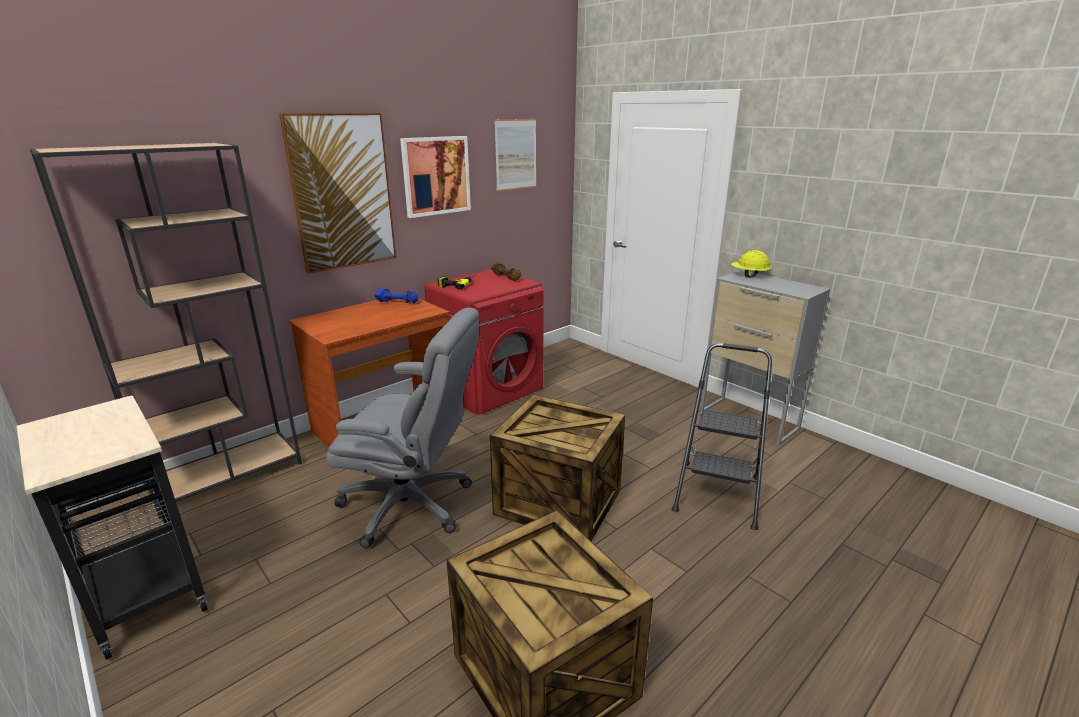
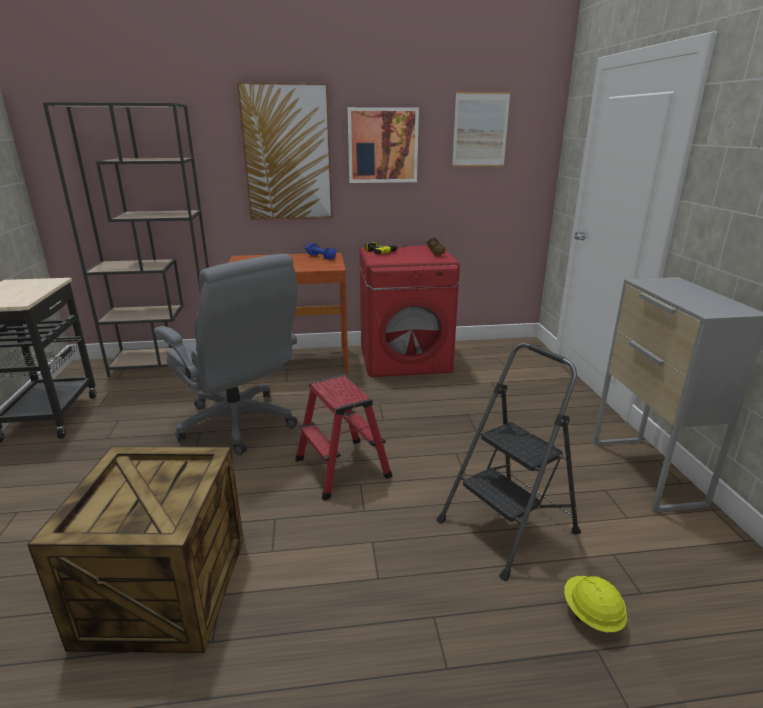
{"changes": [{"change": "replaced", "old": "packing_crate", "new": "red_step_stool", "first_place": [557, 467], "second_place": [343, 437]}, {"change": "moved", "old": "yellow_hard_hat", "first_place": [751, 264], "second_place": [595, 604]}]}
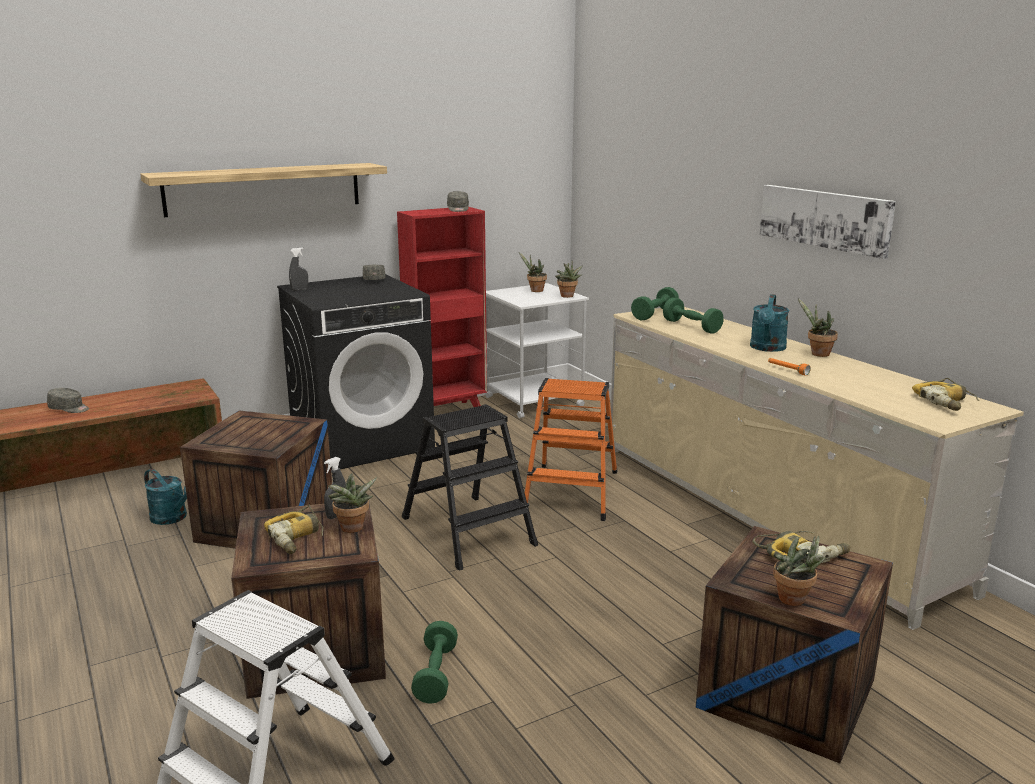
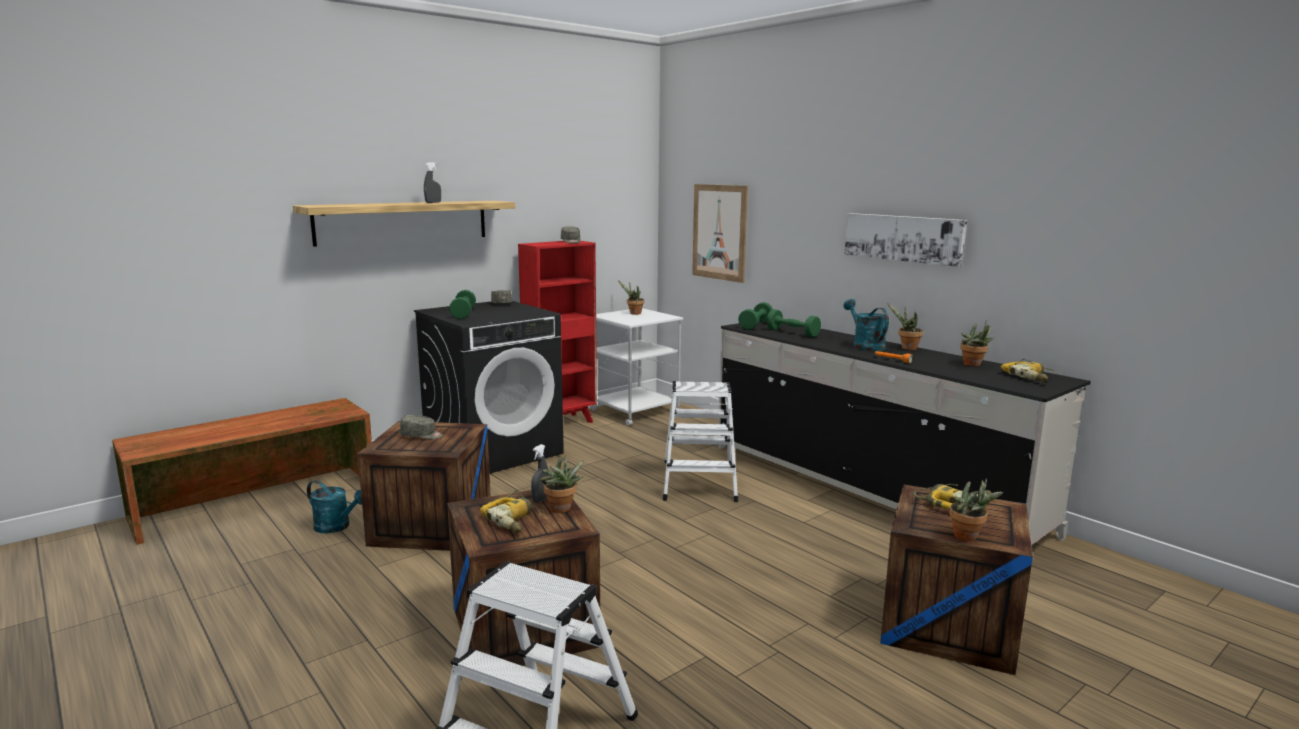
{"changes": [{"change": "moved", "old": "grey_cap", "first_place": [68, 400], "second_place": [421, 427]}, {"change": "moved", "old": "grey_sprayer", "first_place": [298, 269], "second_place": [432, 182]}, {"change": "moved", "old": "green_free_weight", "first_place": [434, 662], "second_place": [462, 304]}, {"change": "recoloured", "old": "orange_step_stool", "new": "white-coloured_step_stool", "first_place": [571, 449], "second_place": [700, 441]}, {"change": "added", "new": "wall_picture", "second_place": [720, 233]}, {"change": "recoloured", "old": "sand-coloured_cupboard", "new": "black-coloured_cupboard", "first_place": [817, 468], "second_place": [904, 433]}, {"change": "turned", "old": "turquoise-coloured_sprinkling_can", "first_place": [769, 323], "second_place": [866, 325], "degrees": 150}, {"change": "moved", "old": "houseplant", "first_place": [569, 279], "second_place": [978, 343]}, {"change": "removed", "old": "black-coloured_step_stool", "first_place": [470, 487]}]}
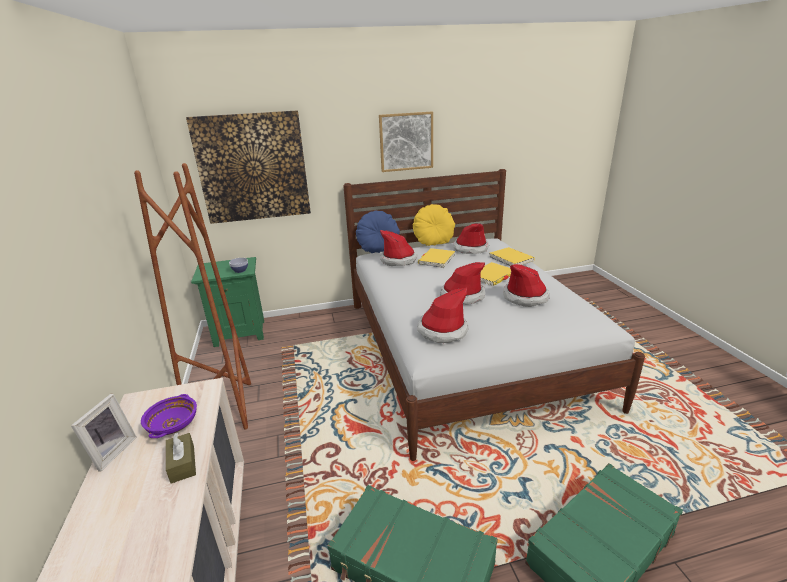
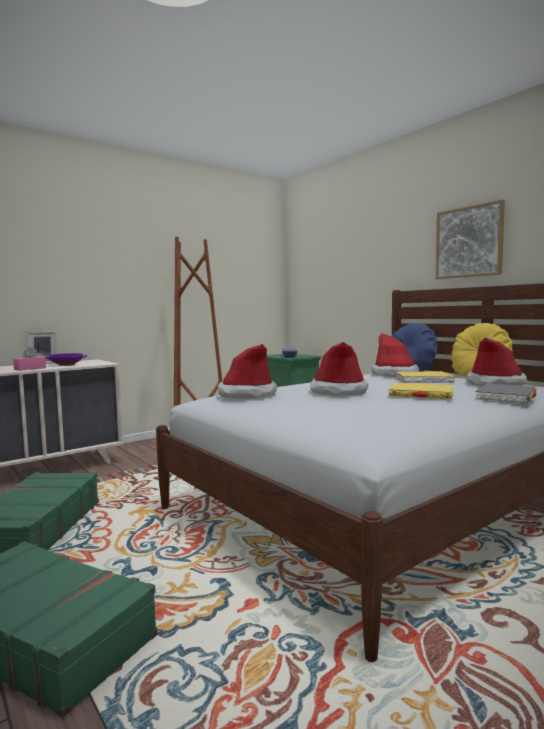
{"changes": [{"change": "recoloured", "old": "brownish_box_of_tissues", "new": "pinkish_box_of_tissues", "first_place": [181, 458], "second_place": [29, 359]}, {"change": "recoloured", "old": "yellow_book", "new": "grey_book", "first_place": [512, 256], "second_place": [506, 393]}, {"change": "removed", "old": "wall_picture", "first_place": [248, 167]}, {"change": "removed", "old": "clothing_hat", "first_place": [526, 285]}]}
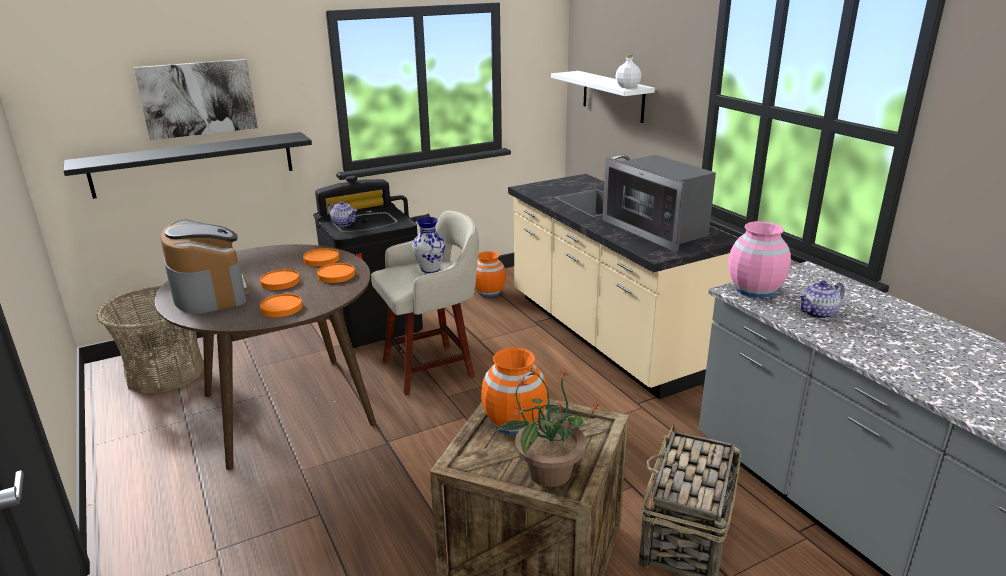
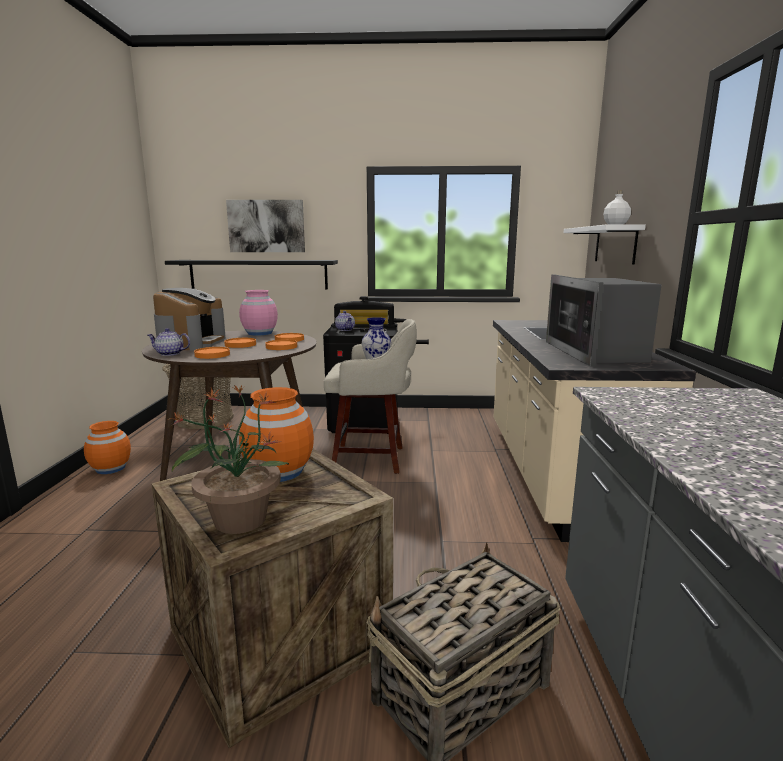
{"changes": [{"change": "moved", "old": "orange_decorative_vase", "first_place": [490, 274], "second_place": [107, 447]}, {"change": "moved", "old": "teapot", "first_place": [822, 299], "second_place": [168, 342]}, {"change": "moved", "old": "pinkish_decorative_vase", "first_place": [759, 259], "second_place": [258, 312]}]}
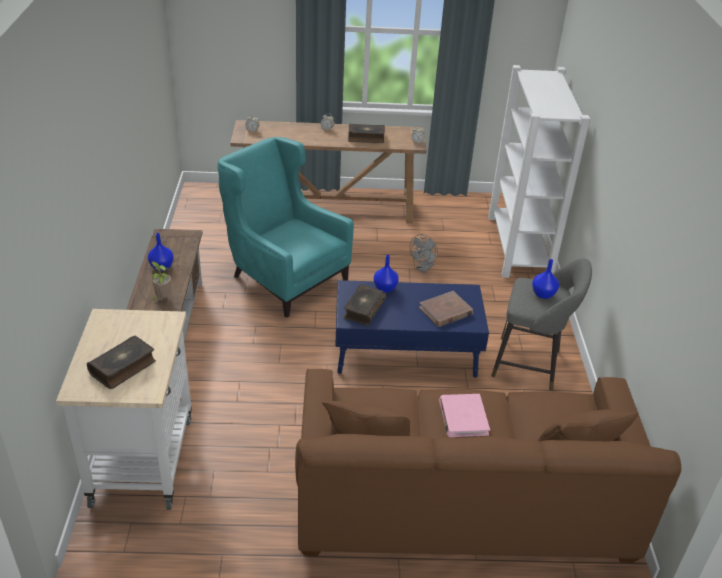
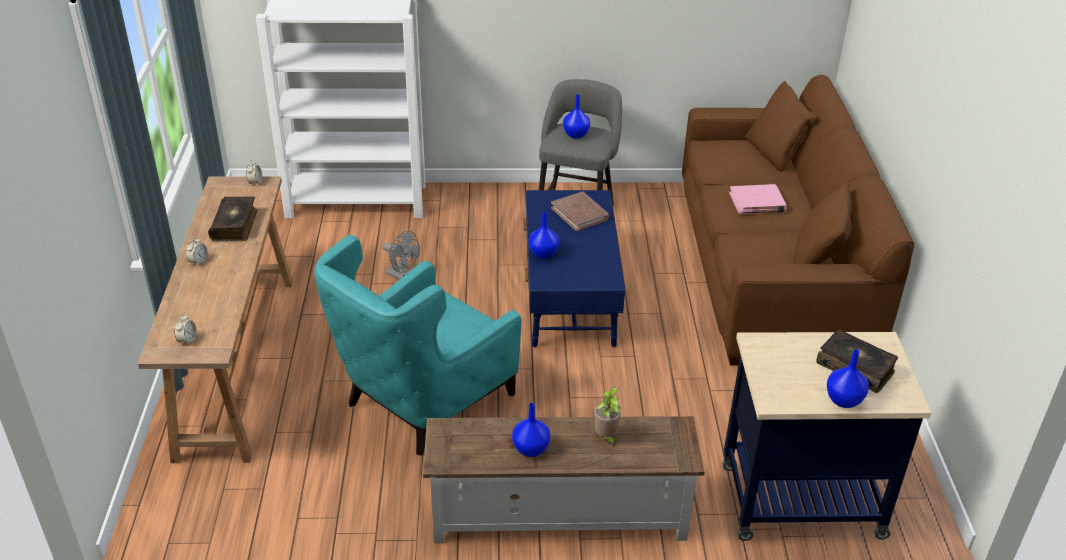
{"changes": [{"change": "recoloured", "old": "white-coloured_wheeled_cart", "new": "blue-coloured_wheeled_cart", "first_place": [124, 409], "second_place": [826, 436]}, {"change": "added", "new": "blue-coloured_decorative_vase", "second_place": [848, 378]}, {"change": "removed", "old": "book", "first_place": [364, 304]}]}
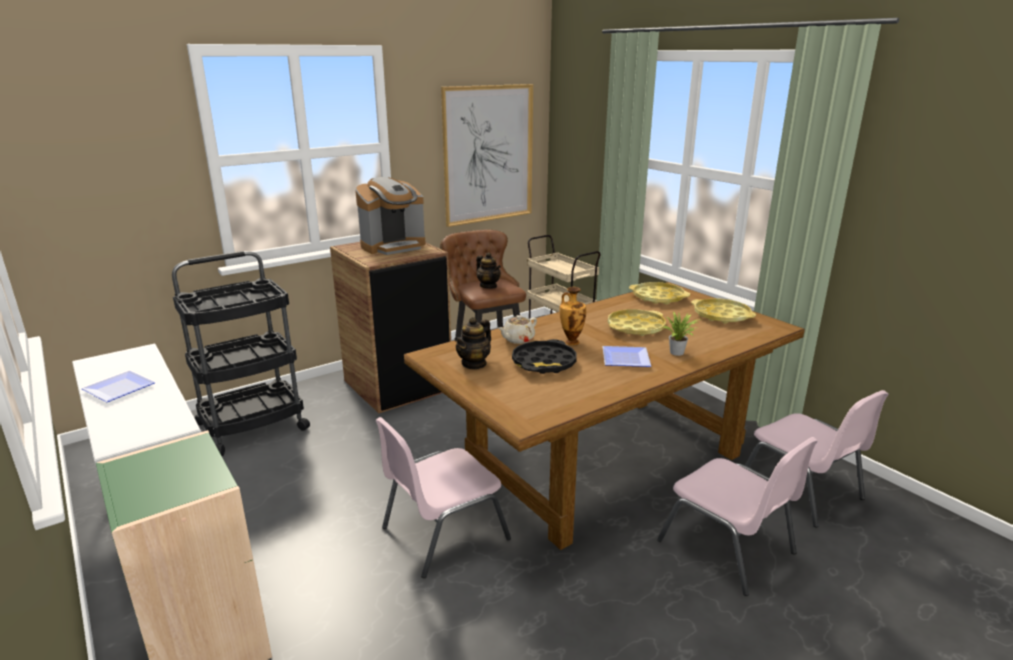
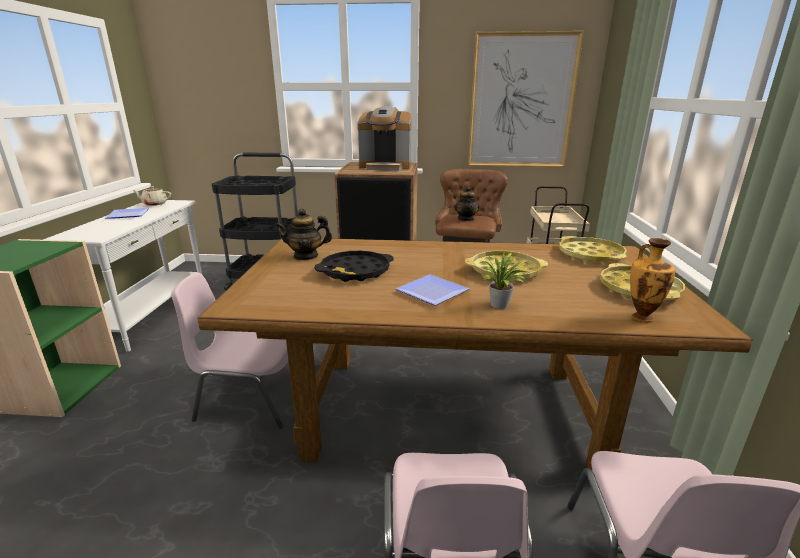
{"changes": [{"change": "moved", "old": "sand-coloured_teapot", "first_place": [517, 329], "second_place": [151, 196]}, {"change": "moved", "old": "decorative_vase", "first_place": [573, 316], "second_place": [653, 280]}]}
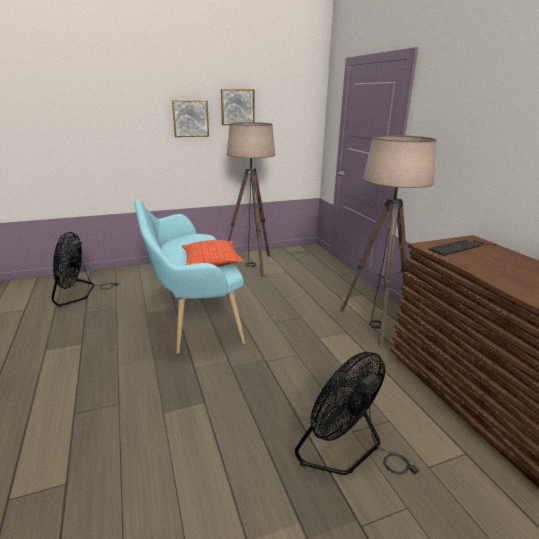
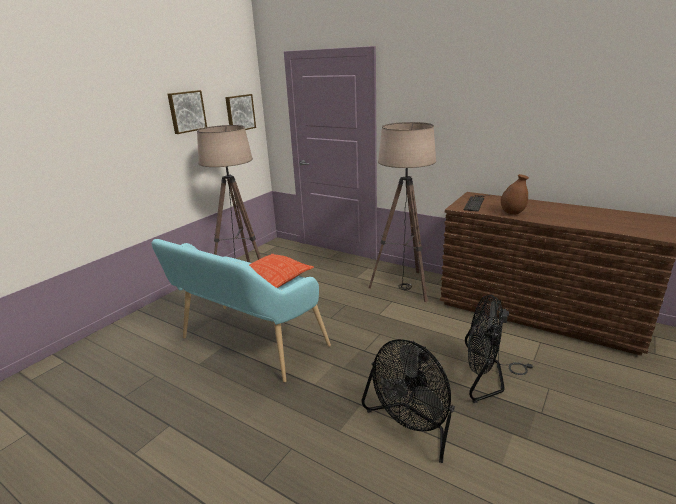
{"changes": [{"change": "moved", "old": "wall_picture", "first_place": [190, 118], "second_place": [240, 112]}, {"change": "moved", "old": "black-coloured_fan", "first_place": [84, 270], "second_place": [408, 401]}, {"change": "added", "new": "brownish_decorative_vase", "second_place": [515, 194]}]}
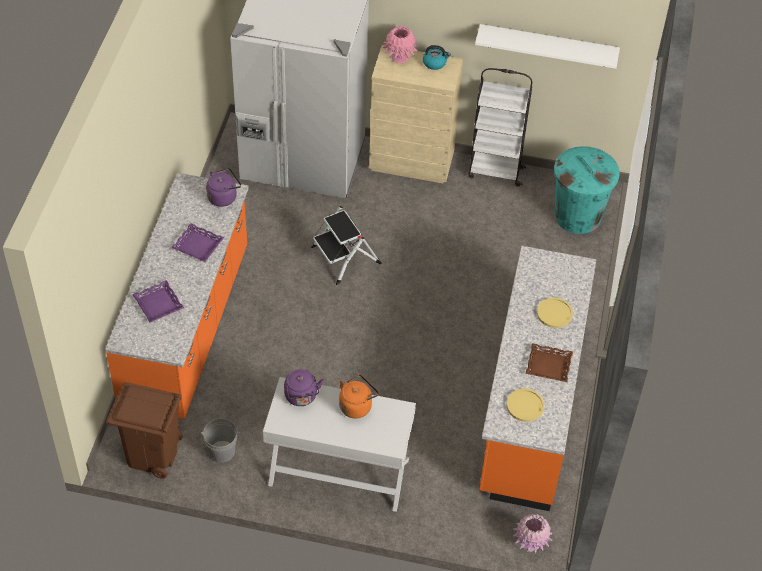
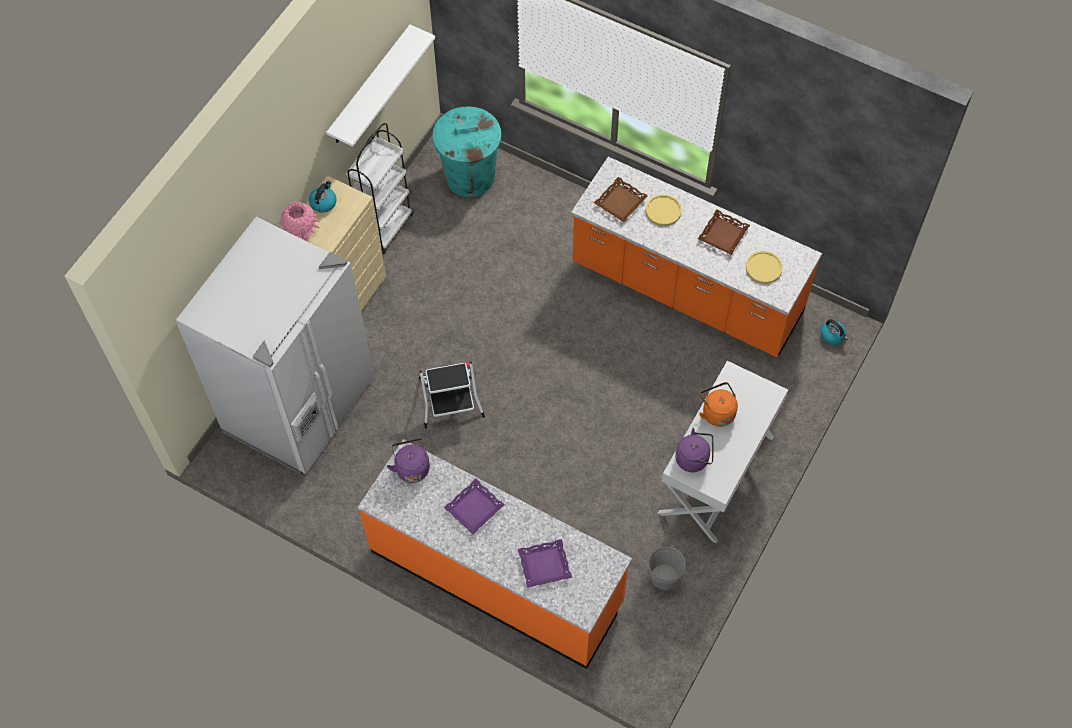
{"changes": [{"change": "added", "new": "brownish_carrying_tray", "second_place": [621, 199]}, {"change": "replaced", "old": "pinkish_decorative_vase", "new": "tea_kettle", "first_place": [532, 533], "second_place": [834, 332]}, {"change": "removed", "old": "brownish_trash_can", "first_place": [144, 430]}]}
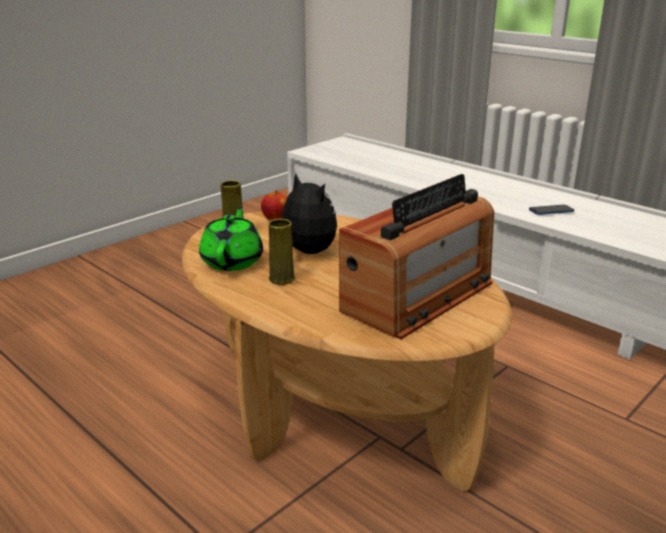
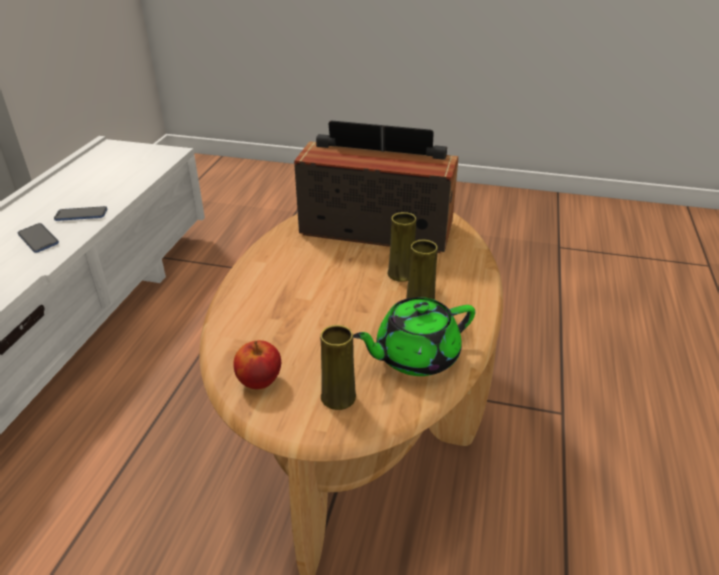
{"changes": [{"change": "added", "new": "phone", "second_place": [80, 213]}, {"change": "added", "new": "yellow_decorative_vase", "second_place": [402, 247]}, {"change": "removed", "old": "soft_toy", "first_place": [309, 213]}]}
